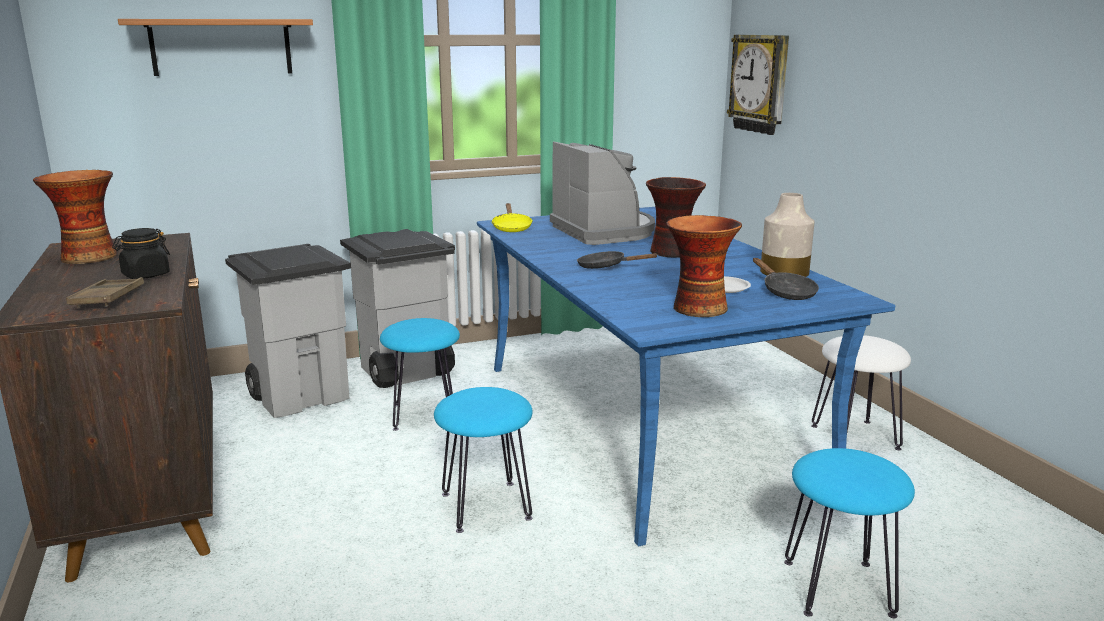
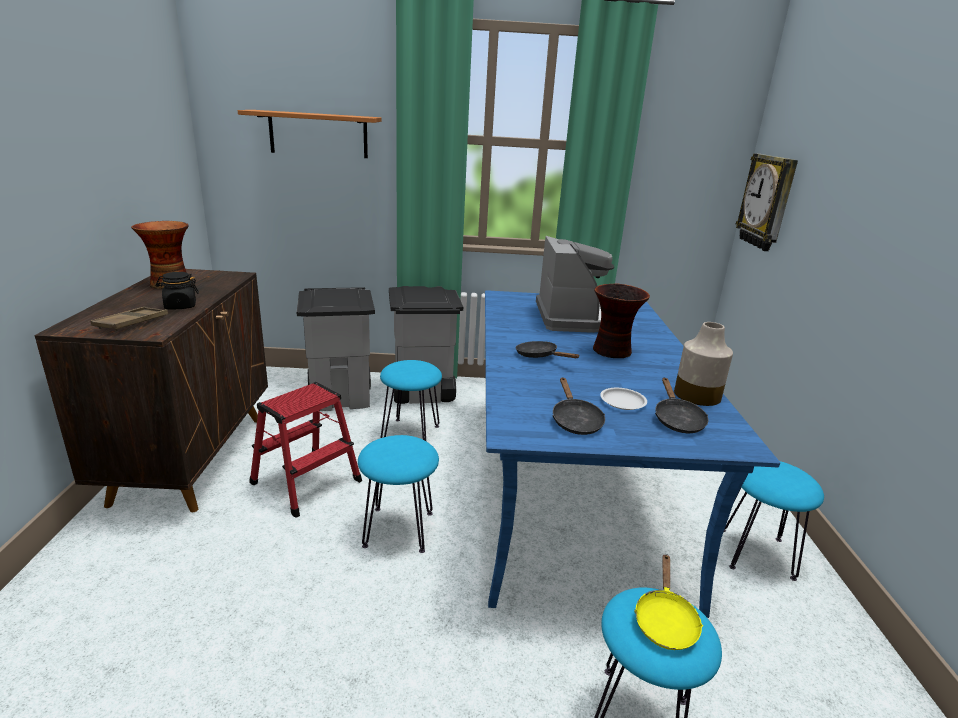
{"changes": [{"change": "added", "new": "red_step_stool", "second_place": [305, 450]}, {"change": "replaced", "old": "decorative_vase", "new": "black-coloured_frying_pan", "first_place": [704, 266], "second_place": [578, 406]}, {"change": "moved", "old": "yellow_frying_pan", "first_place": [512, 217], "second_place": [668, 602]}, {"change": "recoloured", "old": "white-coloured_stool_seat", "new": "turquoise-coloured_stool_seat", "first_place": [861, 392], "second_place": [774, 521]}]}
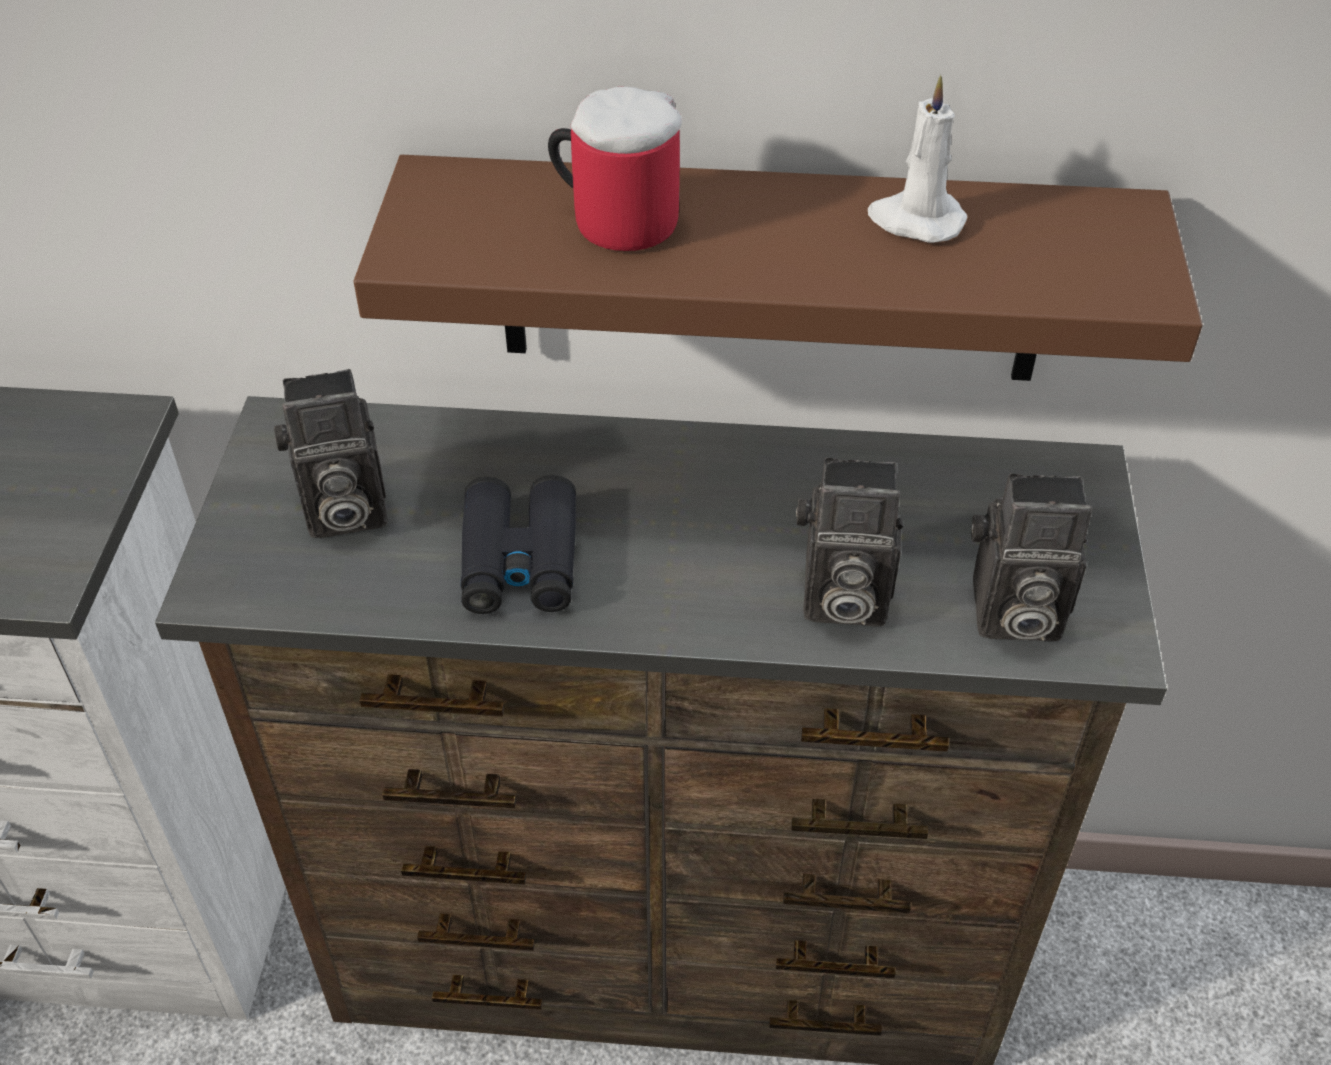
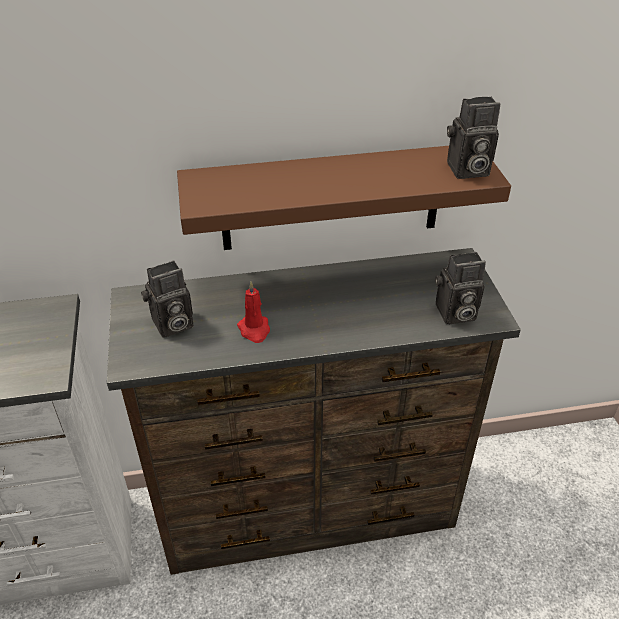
{"changes": [{"change": "replaced", "old": "black-coloured_field_glasses", "new": "red_wax_light", "first_place": [518, 544], "second_place": [253, 312]}, {"change": "moved", "old": "photo_camera", "first_place": [849, 541], "second_place": [474, 138]}, {"change": "removed", "old": "coffee_mug", "first_place": [615, 169]}, {"change": "removed", "old": "white-coloured_wax_light", "first_place": [917, 159]}]}
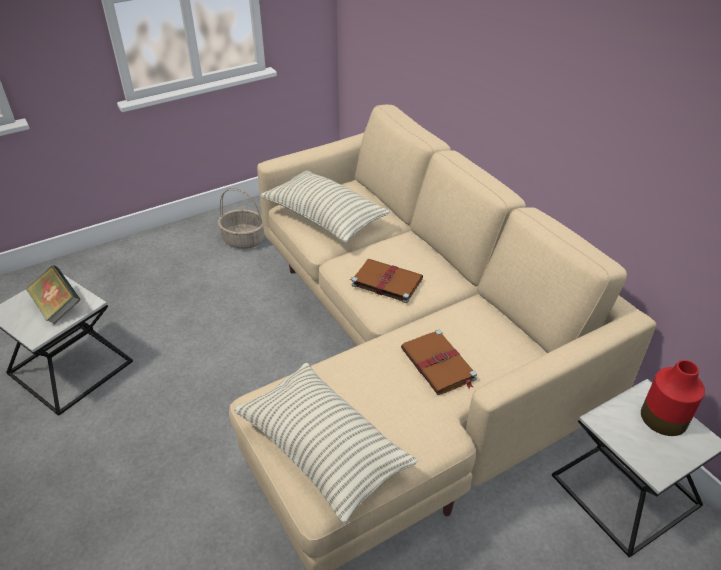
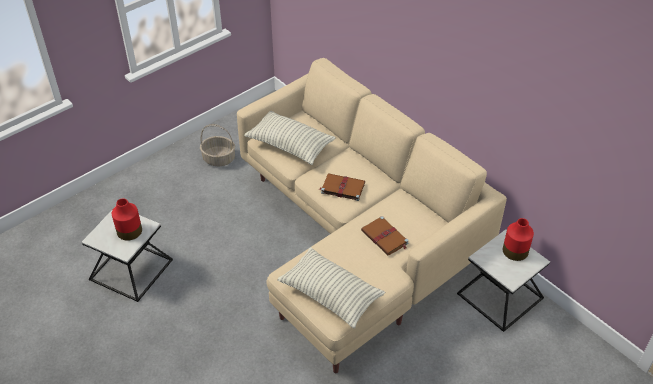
{"changes": [{"change": "replaced", "old": "book", "new": "red_decorative_vase", "first_place": [53, 294], "second_place": [127, 219]}]}
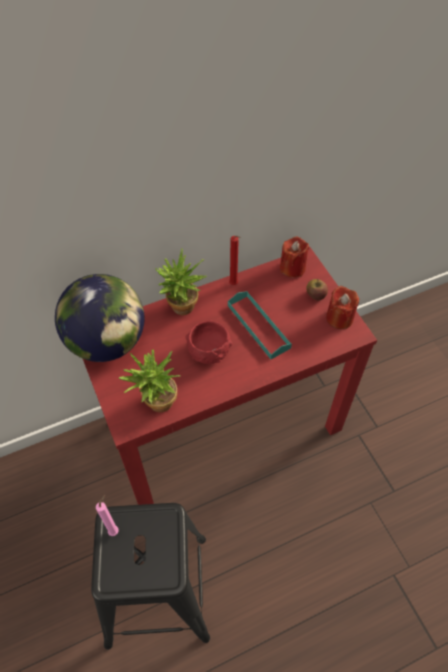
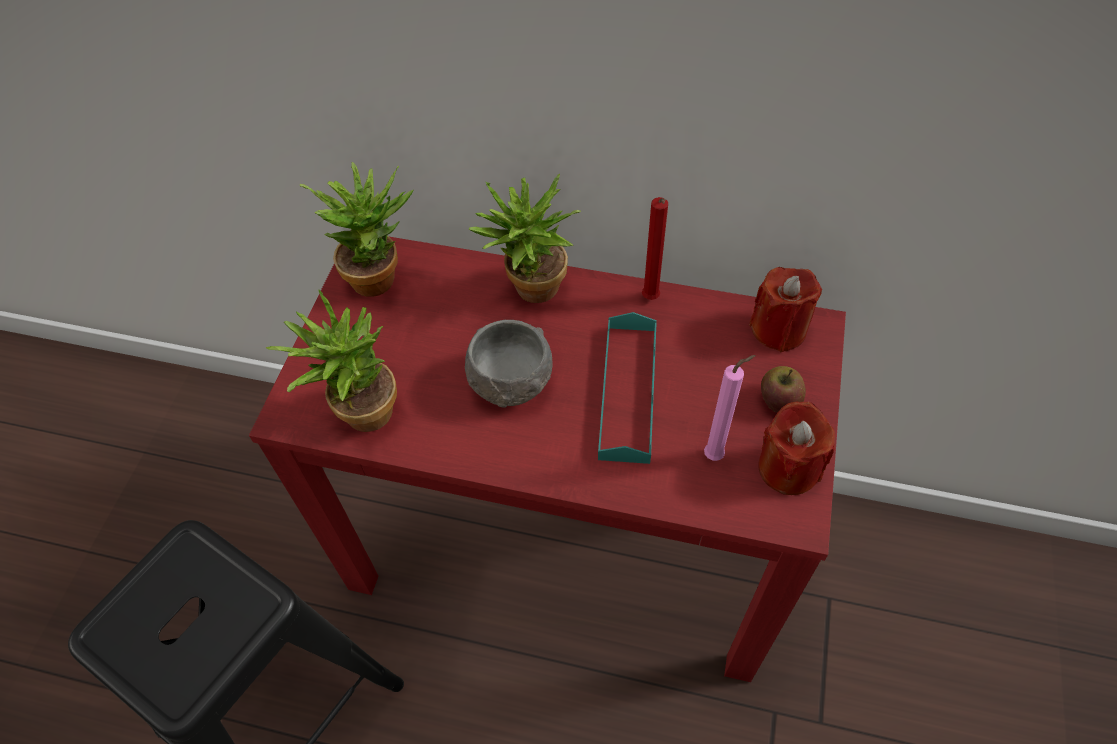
{"changes": [{"change": "replaced", "old": "globe", "new": "houseplant", "first_place": [100, 318], "second_place": [356, 229]}, {"change": "recoloured", "old": "red_bowl", "new": "grey_bowl", "first_place": [208, 342], "second_place": [508, 364]}, {"change": "moved", "old": "pinkish_wax_light", "first_place": [107, 515], "second_place": [730, 408]}]}
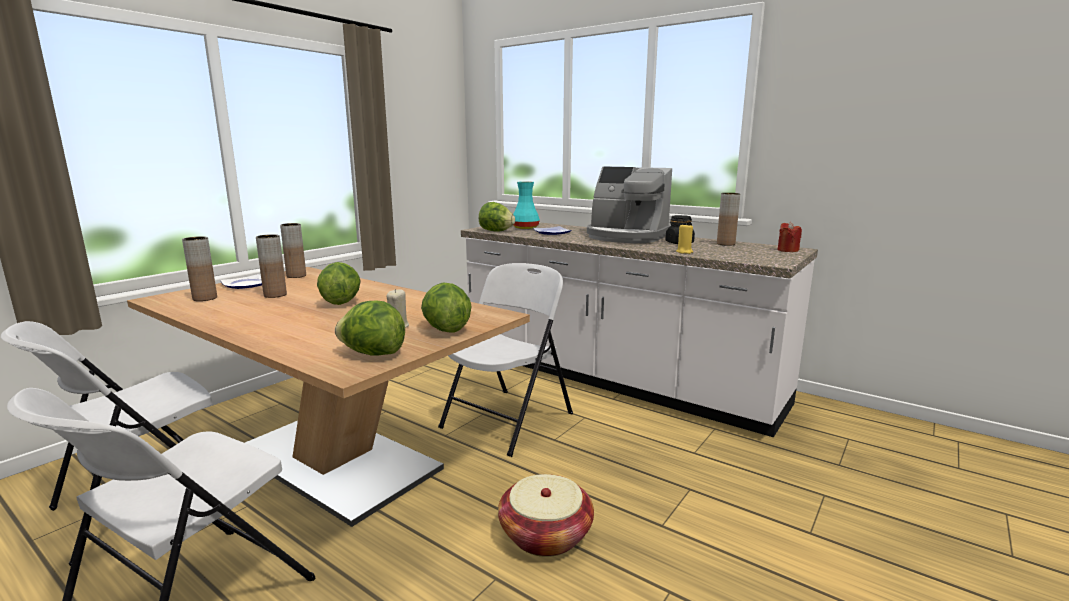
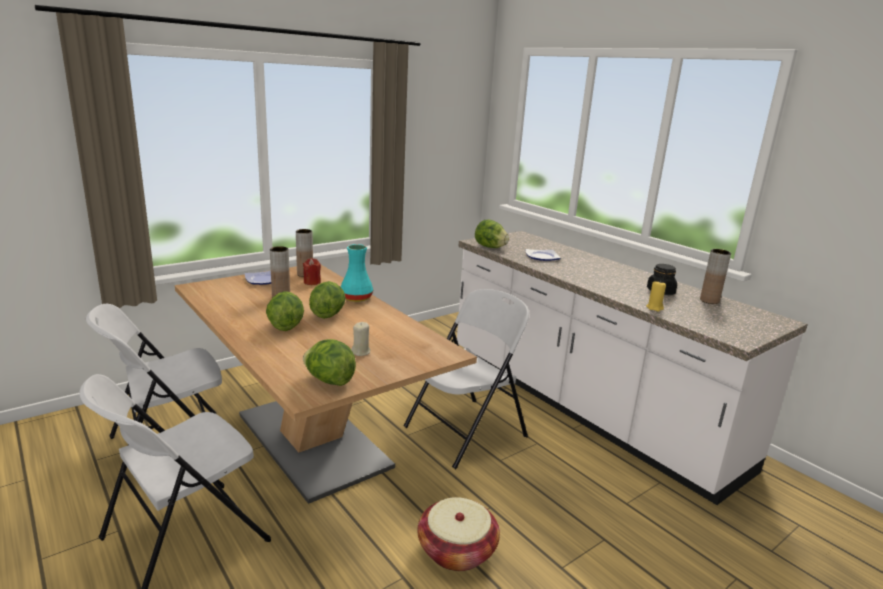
{"changes": [{"change": "moved", "old": "lettuce_head", "first_place": [446, 307], "second_place": [285, 311]}, {"change": "moved", "old": "red_wax_light", "first_place": [789, 237], "second_place": [312, 271]}, {"change": "moved", "old": "turquoise-coloured_decorative_vase", "first_place": [526, 205], "second_place": [357, 273]}, {"change": "removed", "old": "brownish_decorative_vase", "first_place": [199, 268]}, {"change": "removed", "old": "coffee_maker", "first_place": [629, 204]}]}
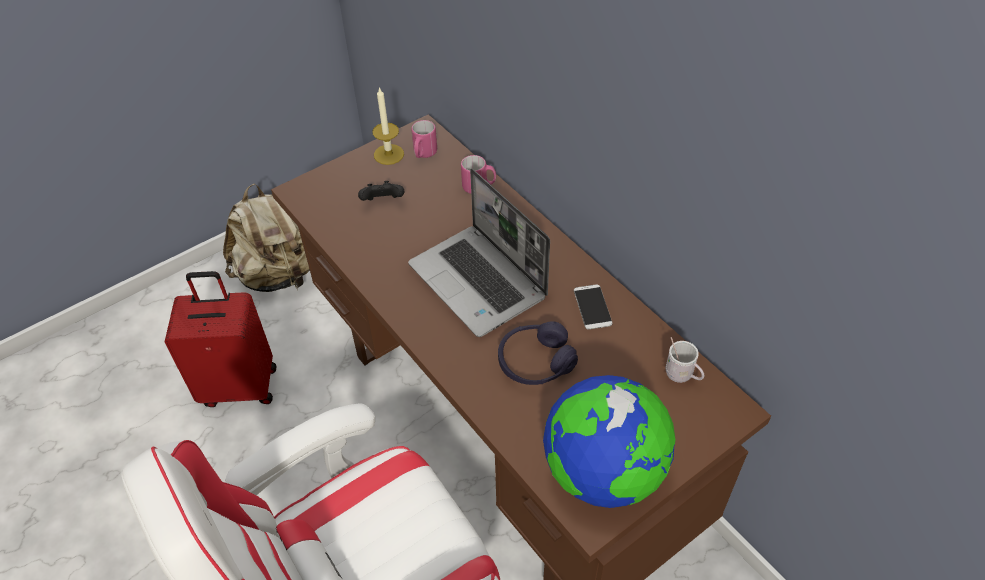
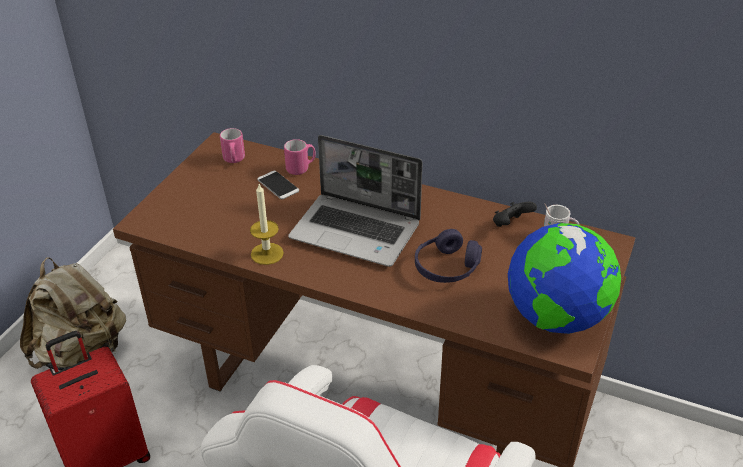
{"changes": [{"change": "moved", "old": "wax_light", "first_place": [388, 126], "second_place": [267, 224]}, {"change": "moved", "old": "phone", "first_place": [593, 307], "second_place": [278, 185]}, {"change": "moved", "old": "black-coloured_joypad", "first_place": [381, 191], "second_place": [515, 214]}]}
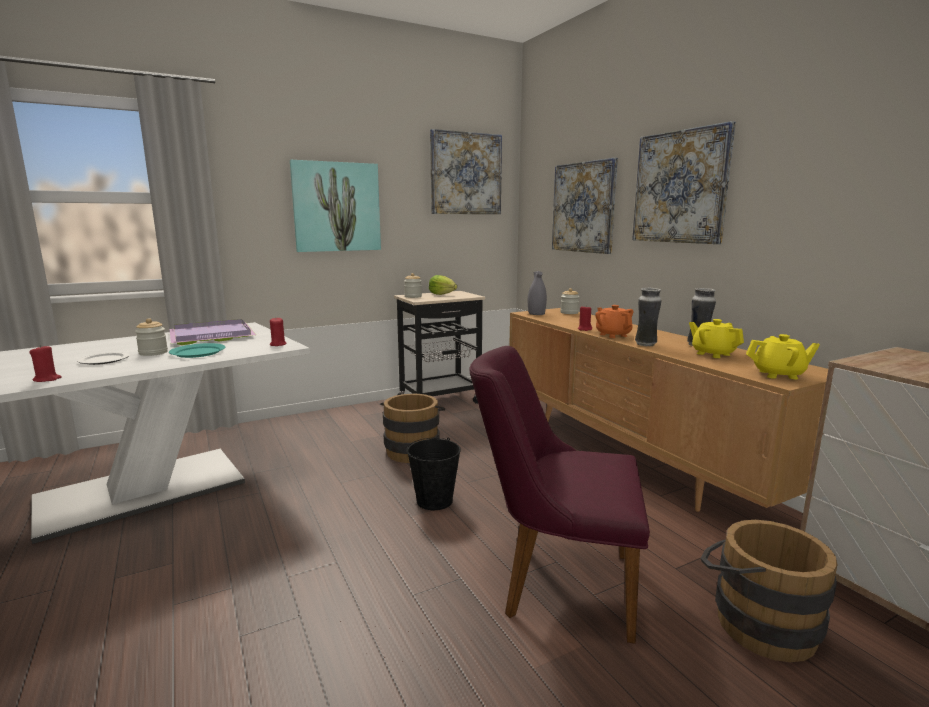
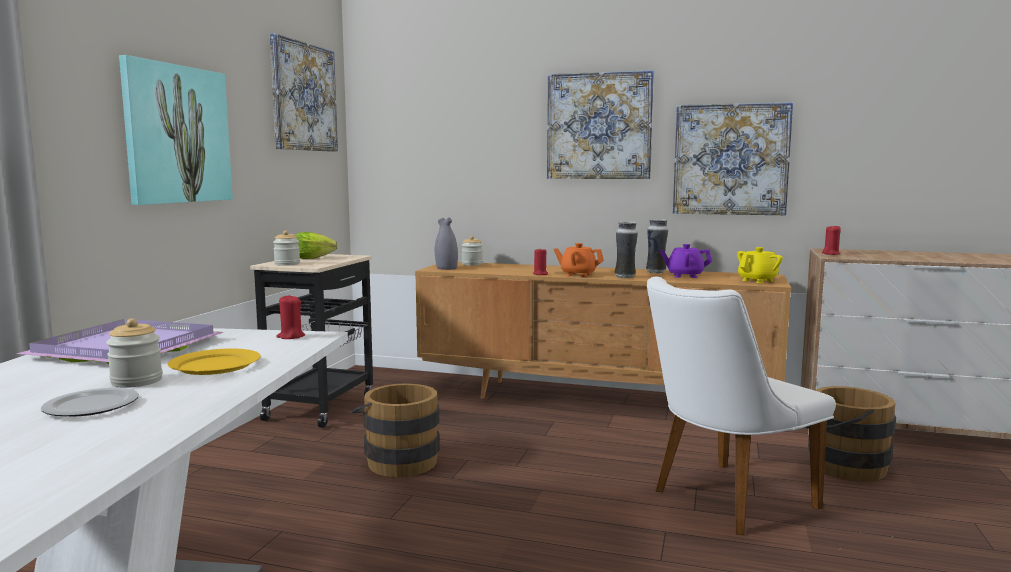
{"changes": [{"change": "recoloured", "old": "turquoise-coloured_dinner_plate", "new": "yellow_dinner_plate", "first_place": [197, 350], "second_place": [214, 361]}, {"change": "recoloured", "old": "purplish_plain_chair", "new": "white-coloured_plain_chair", "first_place": [559, 495], "second_place": [741, 406]}, {"change": "recoloured", "old": "yellow_teapot", "new": "purplish_teapot", "first_place": [716, 338], "second_place": [686, 261]}, {"change": "moved", "old": "wall_picture", "first_place": [585, 206], "second_place": [733, 158]}, {"change": "moved", "old": "red_wax_light", "first_place": [45, 363], "second_place": [831, 240]}, {"change": "removed", "old": "black-coloured_pail", "first_place": [434, 473]}]}
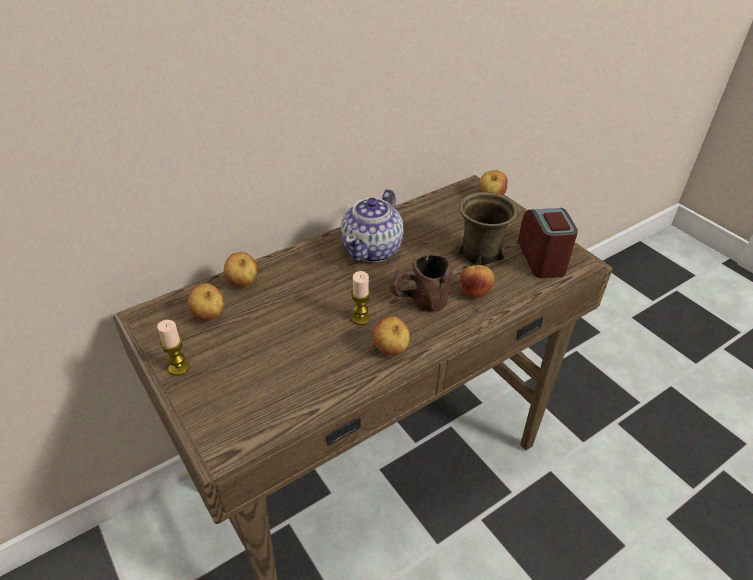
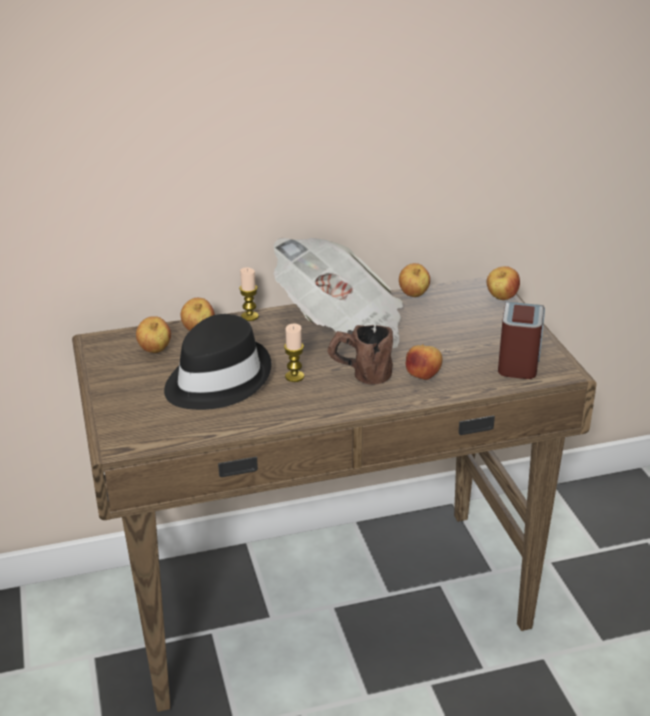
{"changes": [{"change": "added", "new": "black-coloured_clothing_hat", "second_place": [217, 362]}, {"change": "moved", "old": "wax_light", "first_place": [173, 348], "second_place": [249, 294]}, {"change": "replaced", "old": "teapot", "new": "daily_paper", "first_place": [372, 225], "second_place": [338, 293]}, {"change": "moved", "old": "whole_apple", "first_place": [391, 335], "second_place": [414, 280]}, {"change": "removed", "old": "brownish_coffee_mug", "first_place": [488, 228]}]}
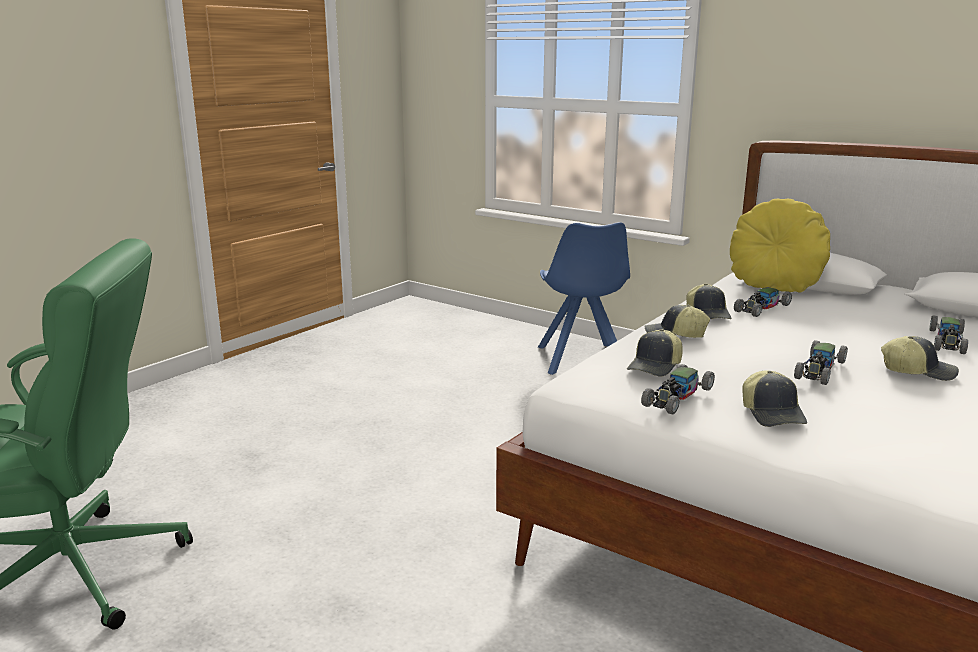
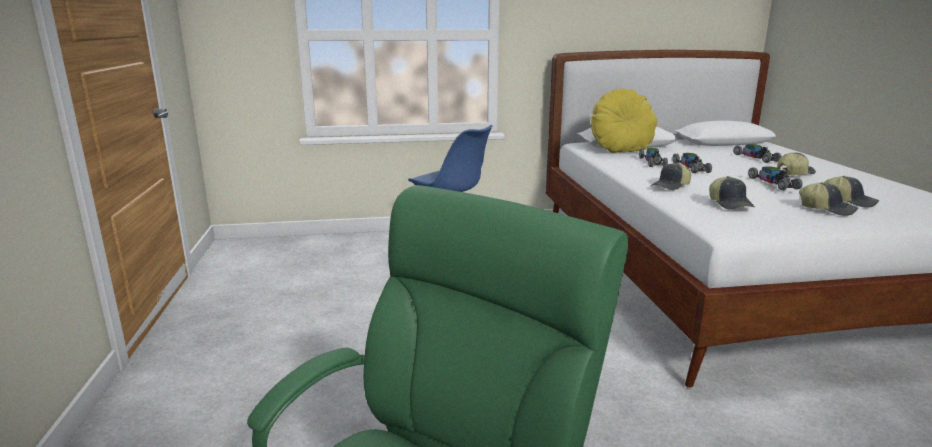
{"changes": [{"change": "moved", "old": "miniature_car", "first_place": [678, 389], "second_place": [692, 163]}, {"change": "moved", "old": "cap", "first_place": [708, 301], "second_place": [851, 192]}]}
